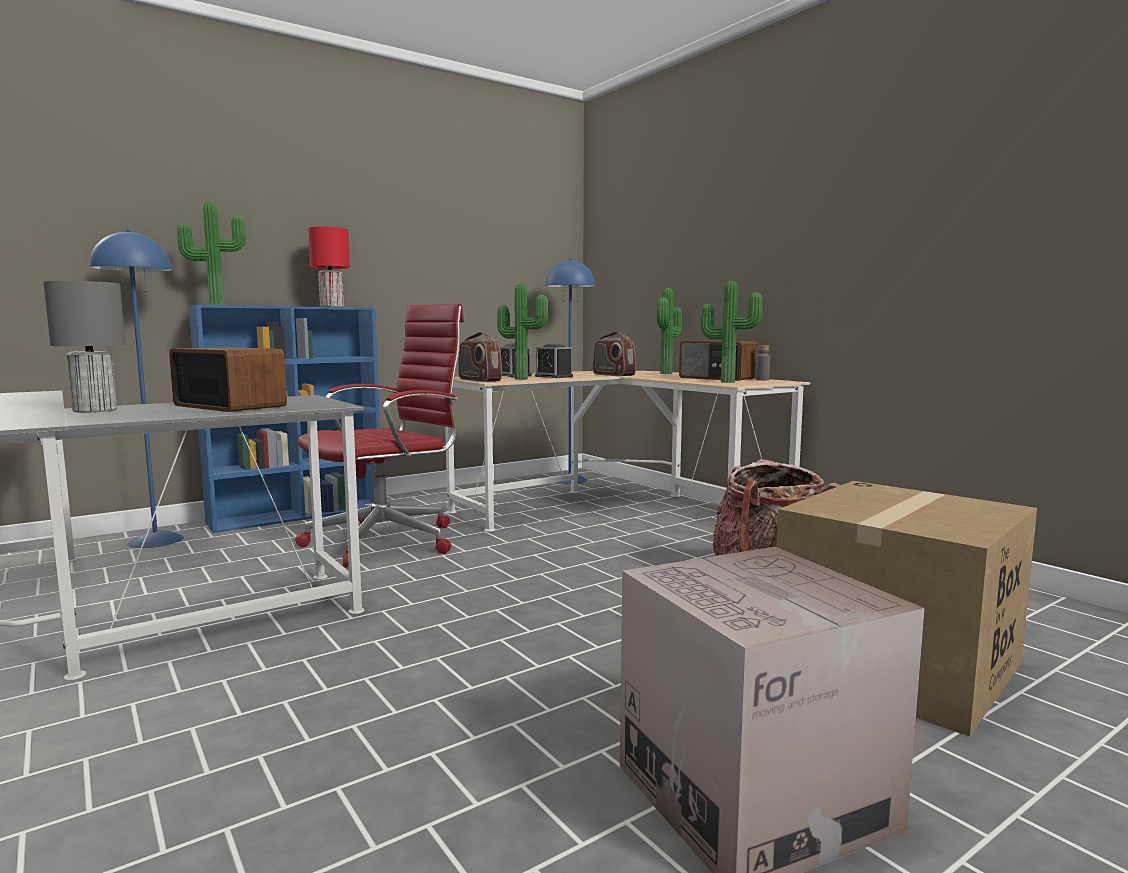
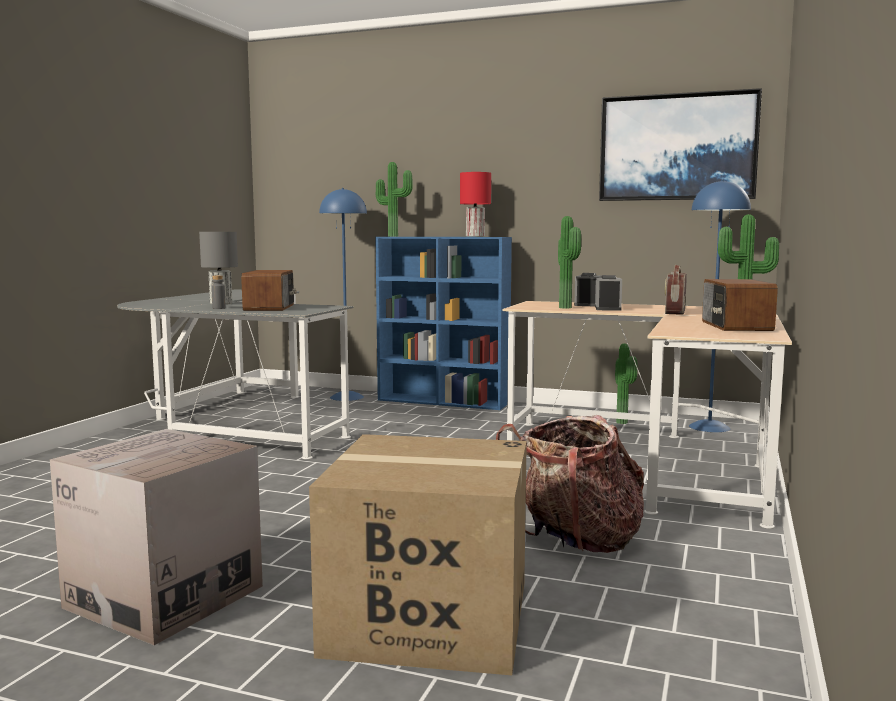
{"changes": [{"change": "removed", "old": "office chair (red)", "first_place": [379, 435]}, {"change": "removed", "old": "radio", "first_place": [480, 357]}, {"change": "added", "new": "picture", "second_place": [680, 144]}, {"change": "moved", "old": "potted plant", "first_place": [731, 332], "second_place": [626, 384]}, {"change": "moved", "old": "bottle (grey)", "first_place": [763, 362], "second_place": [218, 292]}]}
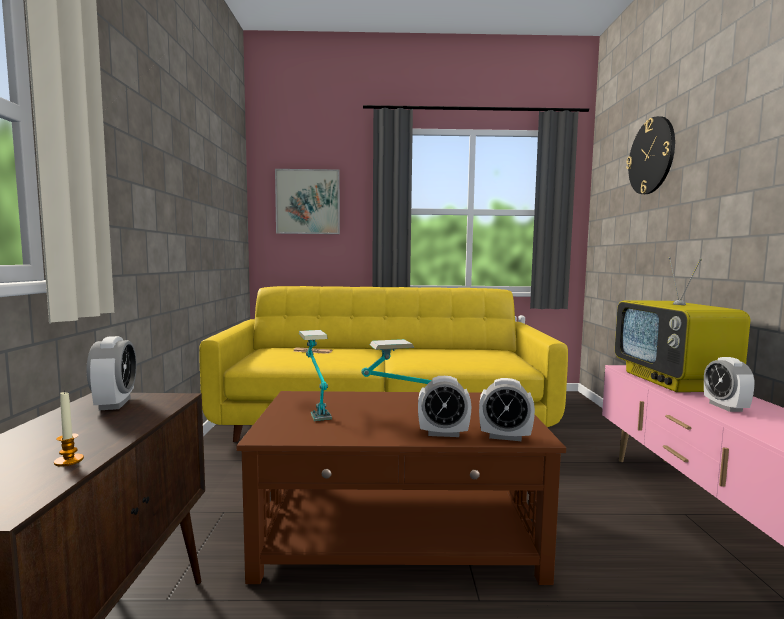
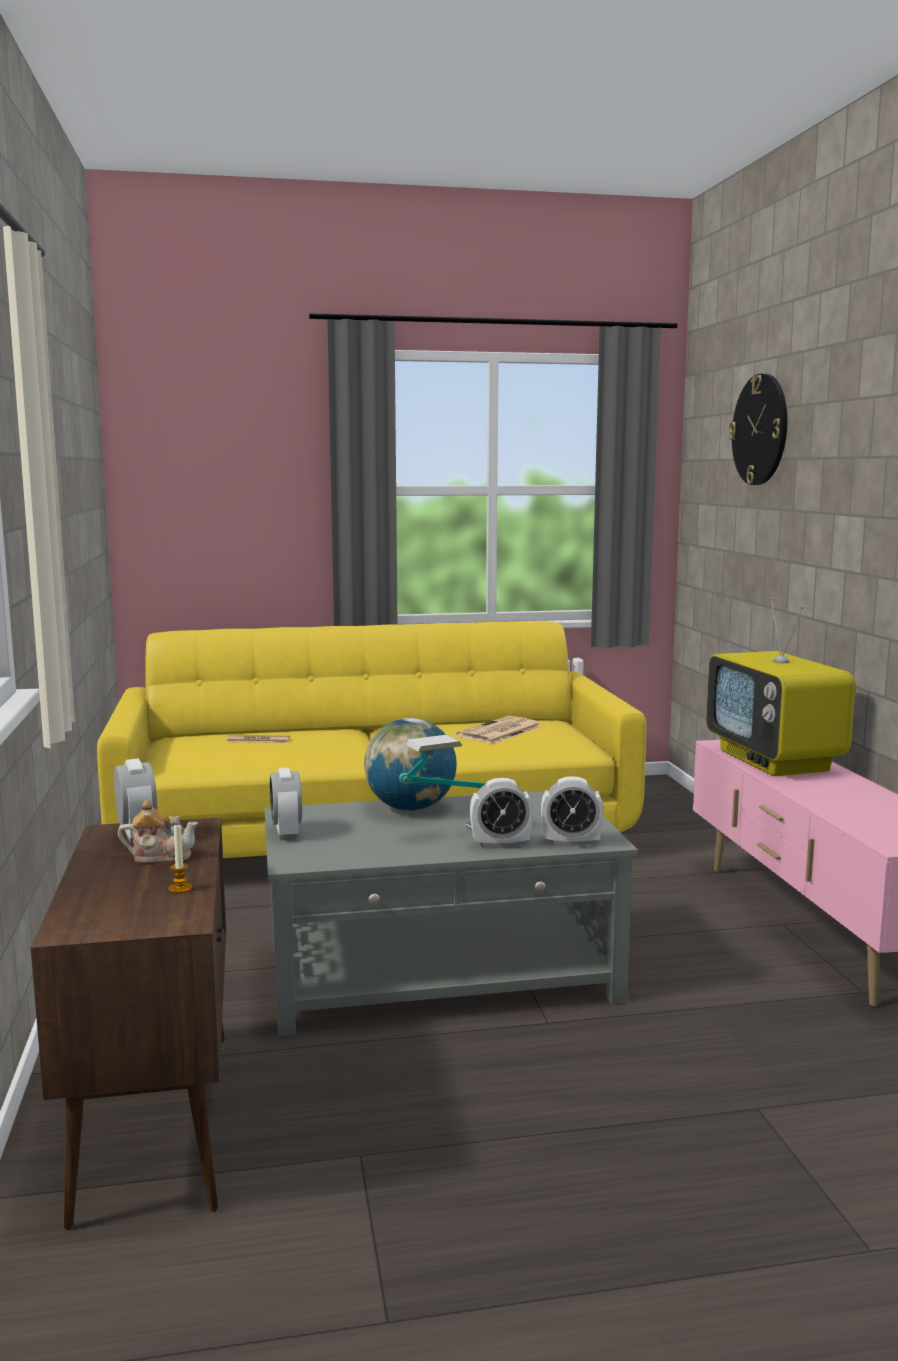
{"changes": [{"change": "removed", "old": "picture", "first_place": [307, 201]}, {"change": "removed", "old": "table lamp", "first_place": [315, 375]}, {"change": "added", "new": "teapot", "second_place": [158, 831]}, {"change": "added", "new": "globe", "second_place": [410, 764]}, {"change": "added", "new": "newspaper", "second_place": [499, 730]}, {"change": "moved", "old": "alarm clock", "first_place": [729, 384], "second_place": [286, 804]}, {"change": "recoloured", "old": "coffee table (brown)", "new": "coffee table (grey)", "first_place": [401, 488], "second_place": [451, 913]}]}
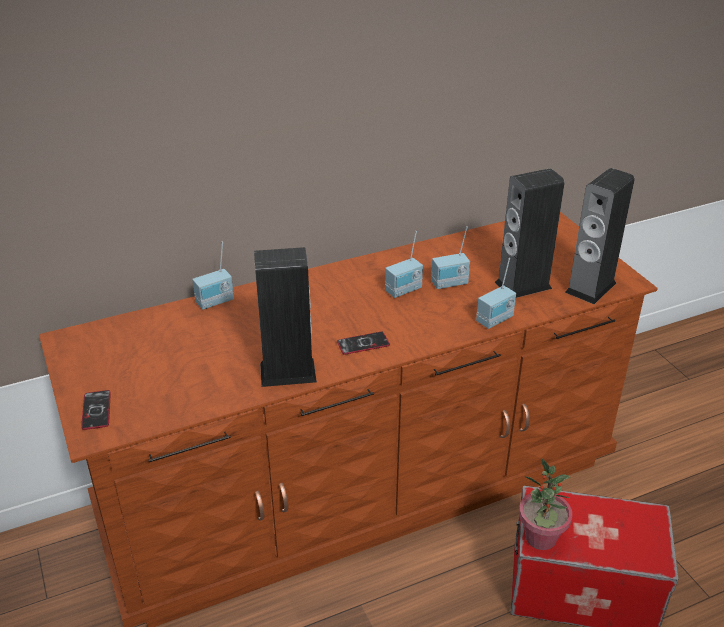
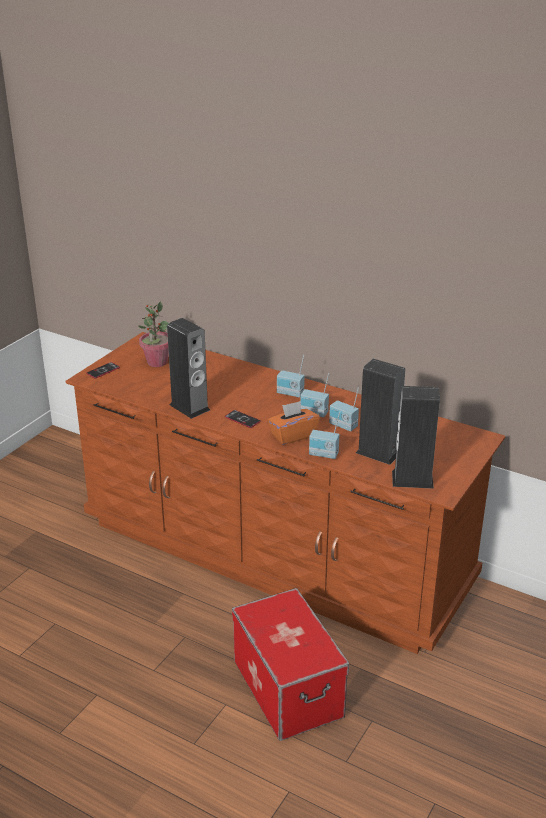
{"changes": [{"change": "added", "new": "tissue box (orange)", "second_place": [294, 423]}, {"change": "moved", "old": "radio", "first_place": [213, 276], "second_place": [291, 376]}, {"change": "moved", "old": "potted plant", "first_place": [545, 504], "second_place": [153, 334]}]}
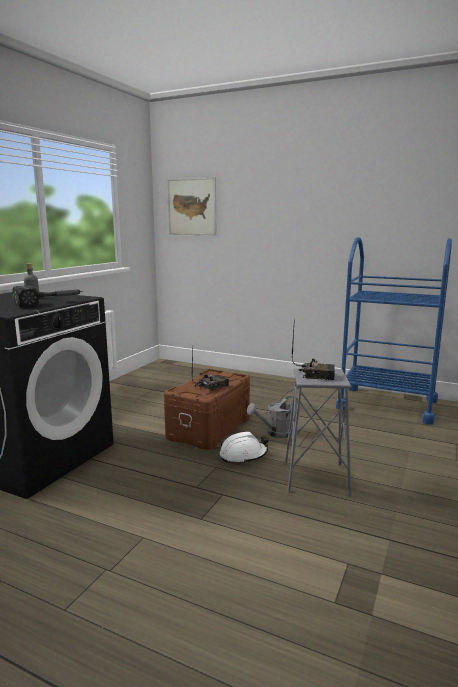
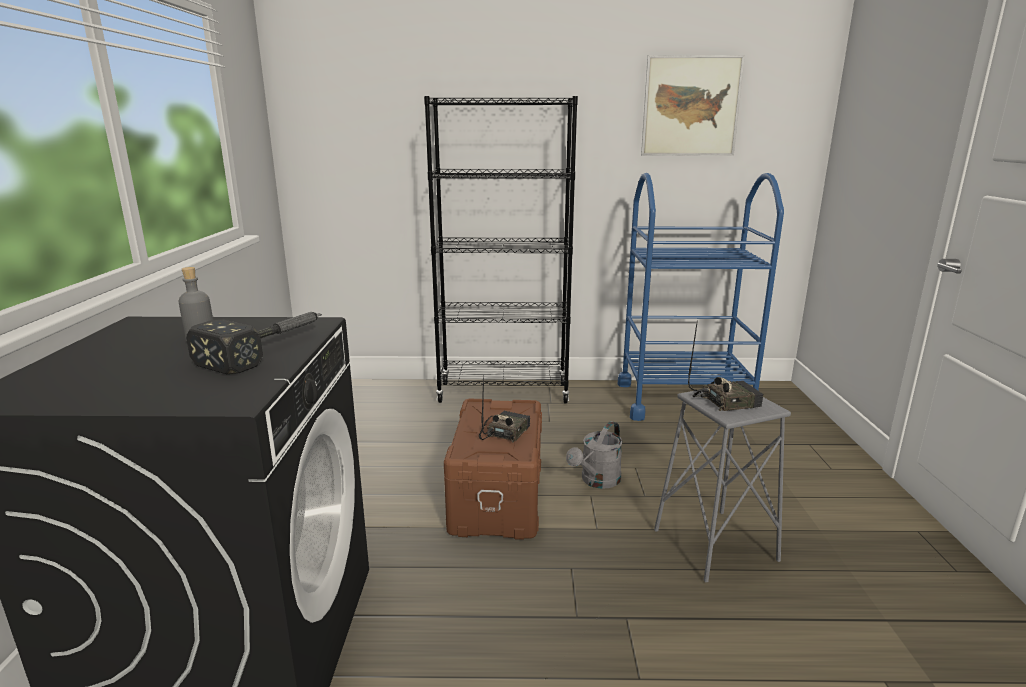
{"changes": [{"change": "removed", "old": "hard hat (white)", "first_place": [244, 448]}, {"change": "added", "new": "bookcase (black)", "second_place": [501, 249]}, {"change": "moved", "old": "picture", "first_place": [191, 206], "second_place": [693, 105]}]}
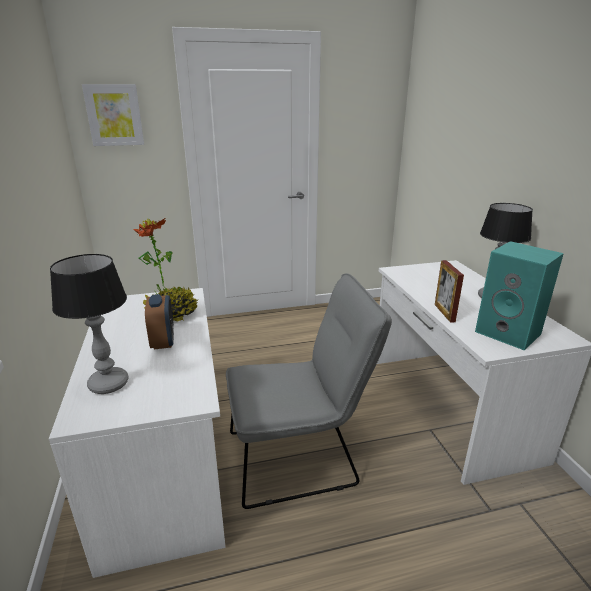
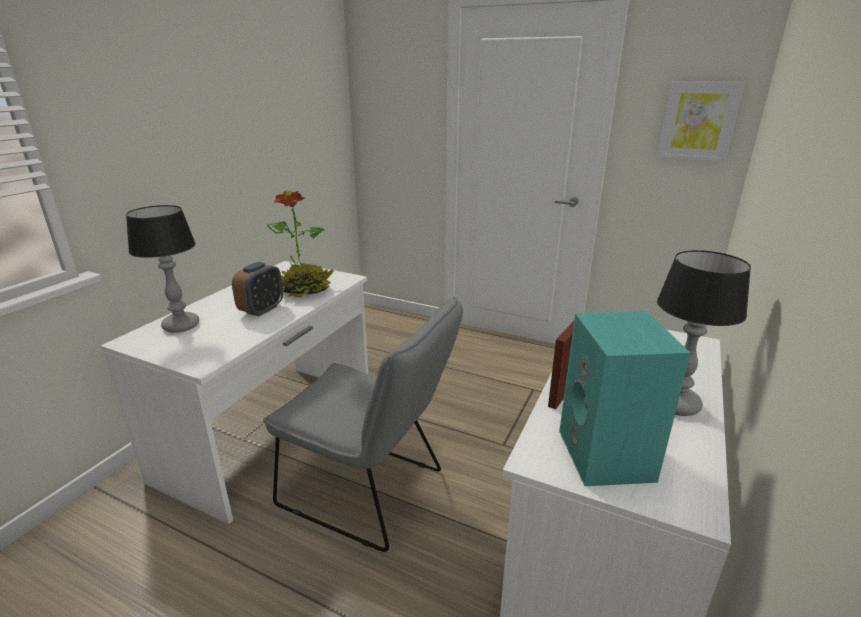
{"changes": [{"change": "moved", "old": "picture", "first_place": [113, 115], "second_place": [701, 121]}]}
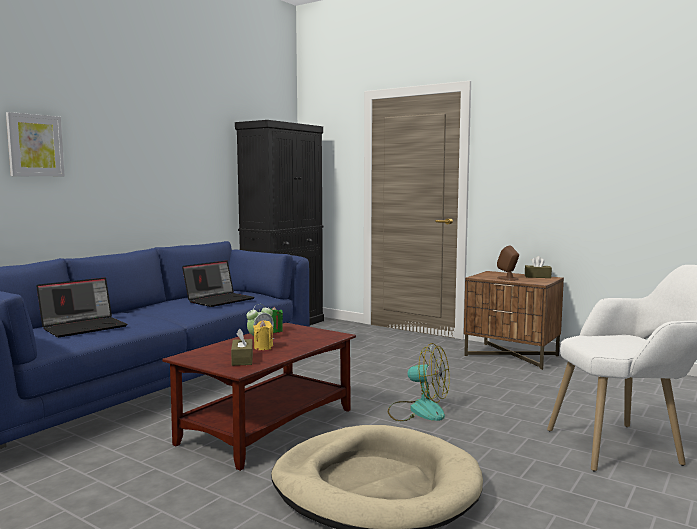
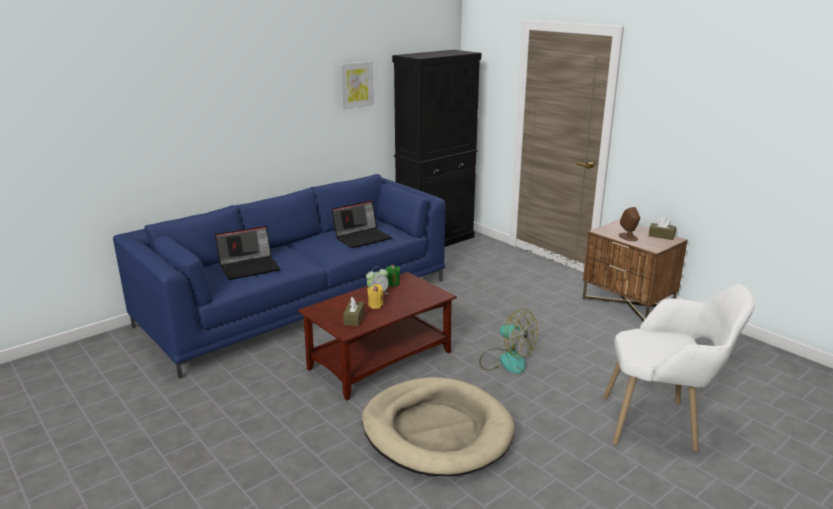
{"changes": [{"change": "moved", "old": "picture", "first_place": [35, 144], "second_place": [356, 85]}]}
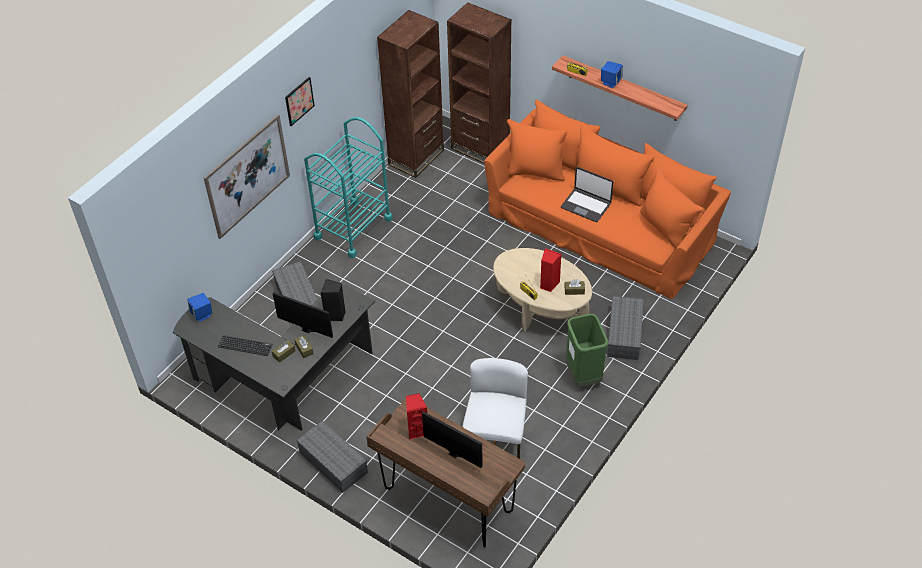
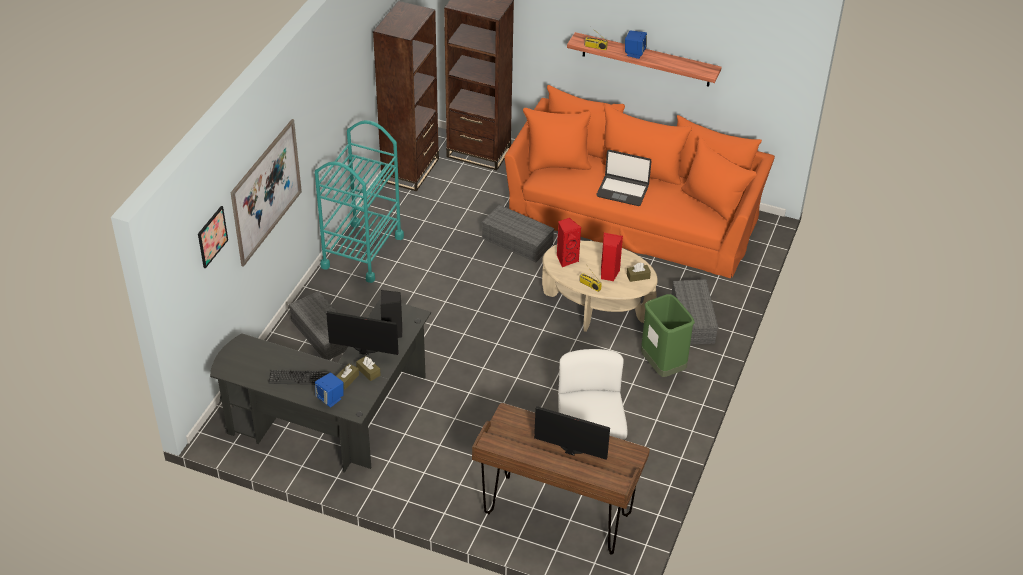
{"changes": [{"change": "moved", "old": "speaker (blue)", "first_place": [199, 307], "second_place": [329, 390]}, {"change": "moved", "old": "picture", "first_place": [300, 101], "second_place": [213, 237]}, {"change": "moved", "old": "storage box (grey)", "first_place": [332, 456], "second_place": [518, 233]}, {"change": "moved", "old": "speaker (red)", "first_place": [416, 416], "second_place": [569, 242]}]}
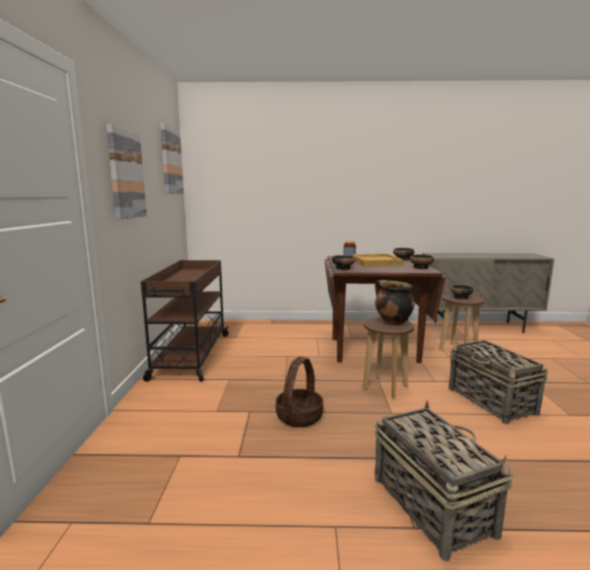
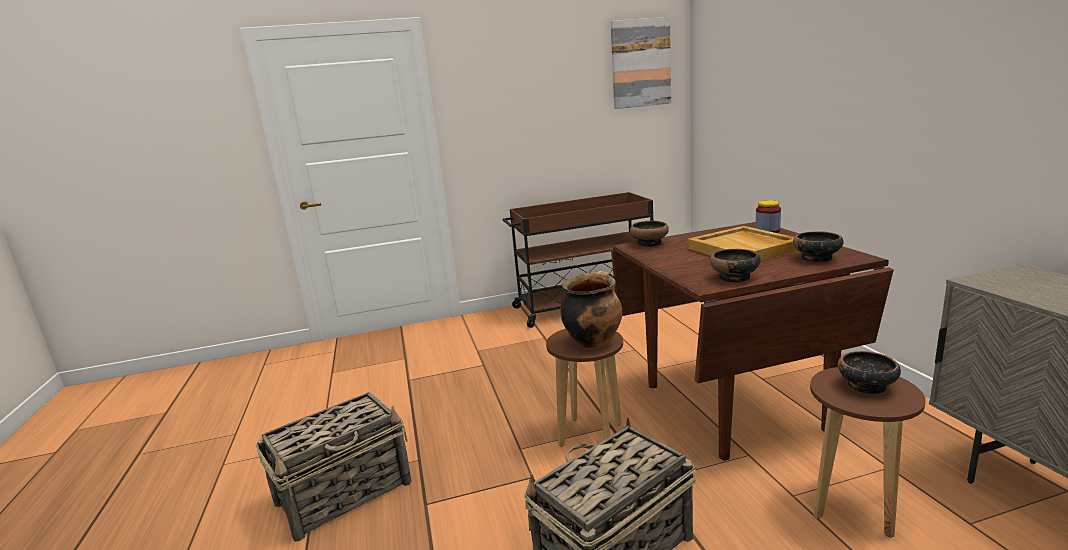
{"changes": [{"change": "removed", "old": "picture", "first_place": [126, 172]}, {"change": "removed", "old": "basket", "first_place": [299, 392]}]}
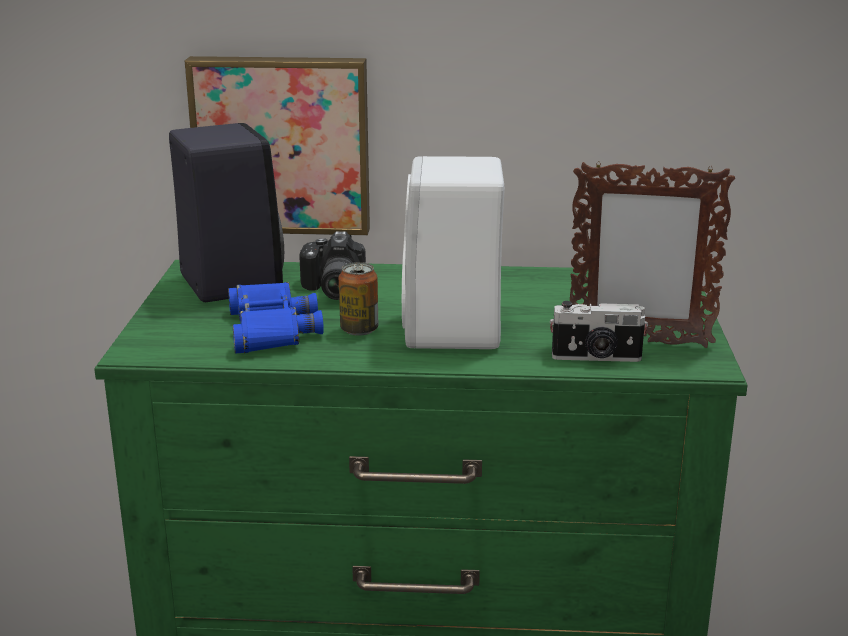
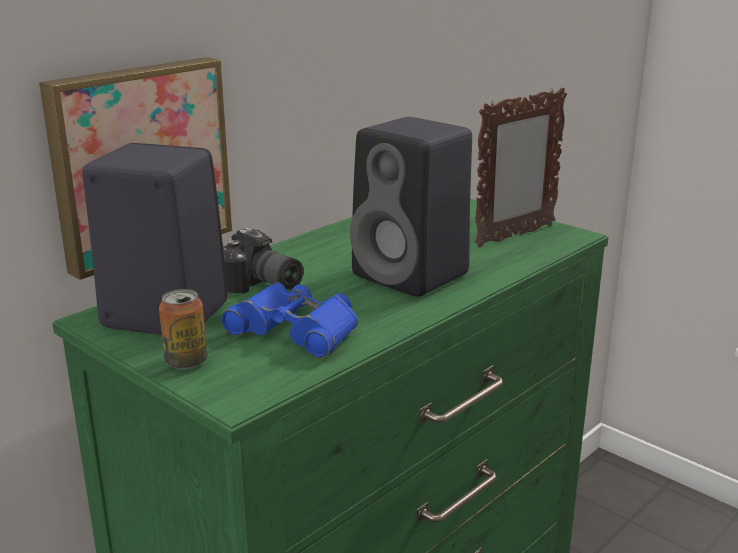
{"changes": [{"change": "removed", "old": "photo camera", "first_place": [599, 331]}, {"change": "moved", "old": "can", "first_place": [358, 299], "second_place": [183, 329]}, {"change": "recoloured", "old": "speaker (white)", "new": "speaker (black)", "first_place": [453, 252], "second_place": [411, 207]}]}
